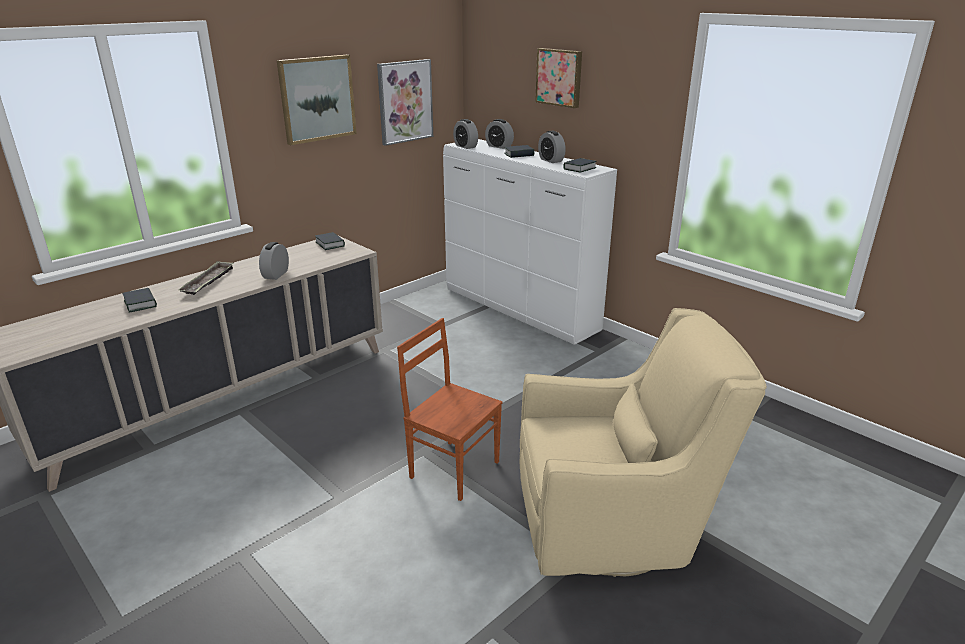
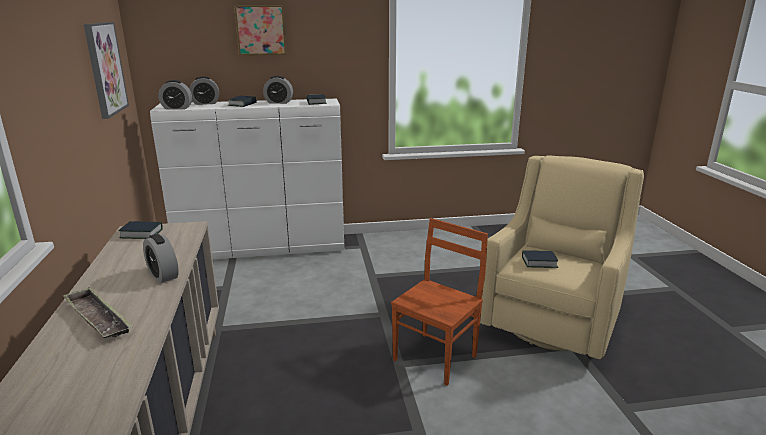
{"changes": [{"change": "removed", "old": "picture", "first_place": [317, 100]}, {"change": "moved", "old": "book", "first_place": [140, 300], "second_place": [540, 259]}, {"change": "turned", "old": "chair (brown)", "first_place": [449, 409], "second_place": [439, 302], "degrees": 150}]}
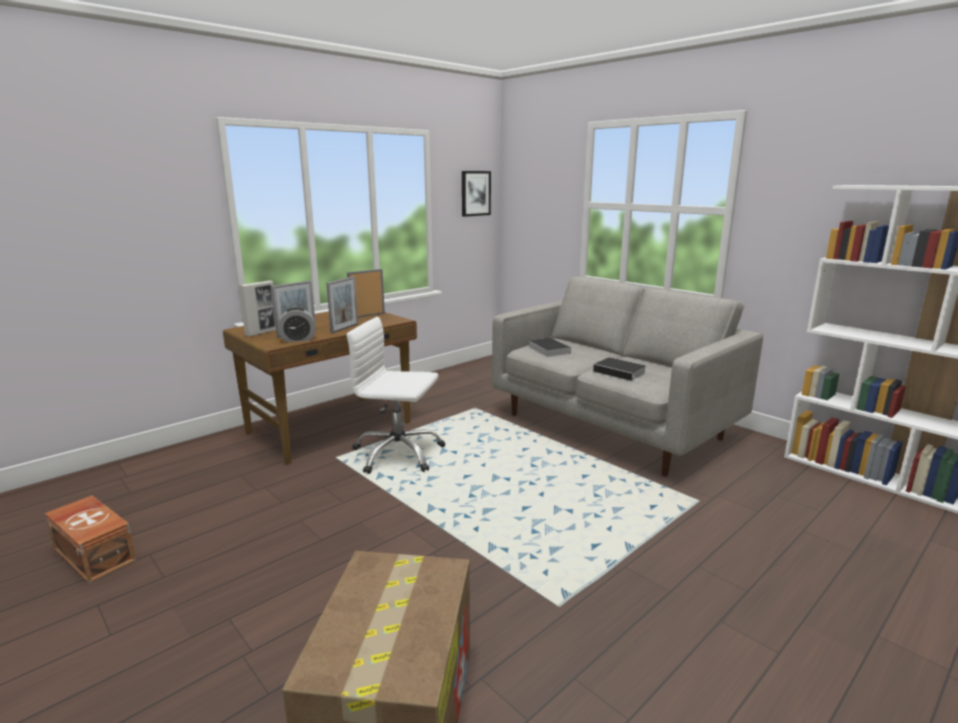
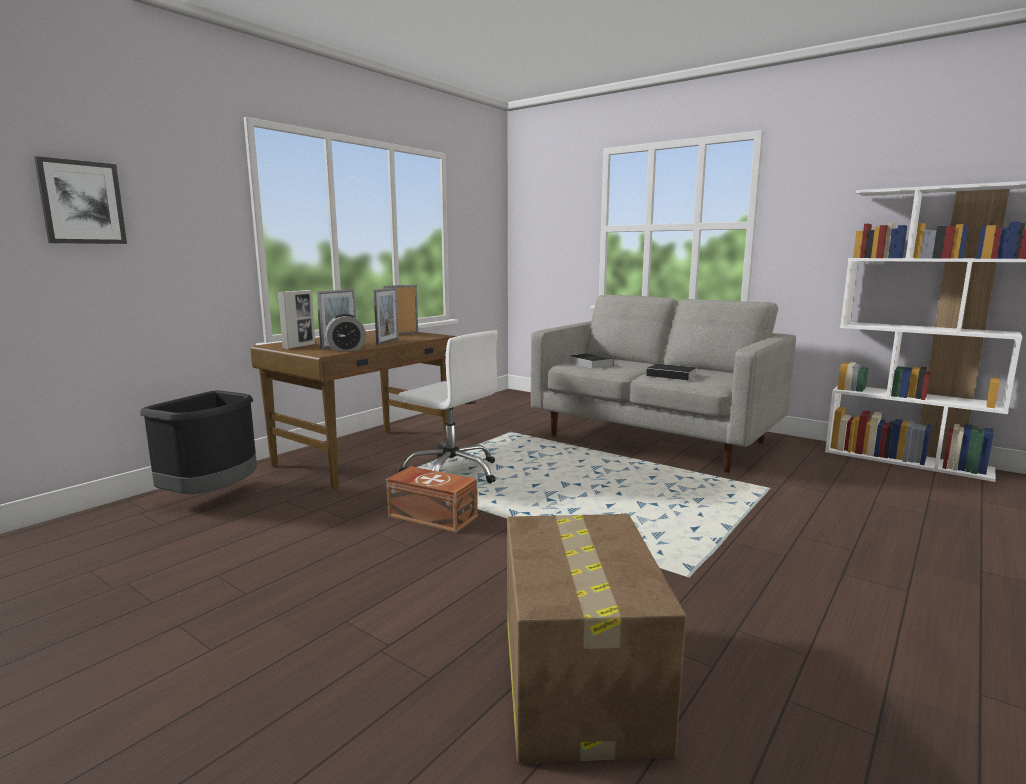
{"changes": [{"change": "added", "new": "trash can (black)", "second_place": [198, 442]}, {"change": "moved", "old": "storage box (brown)", "first_place": [91, 539], "second_place": [432, 499]}, {"change": "moved", "old": "picture", "first_place": [476, 194], "second_place": [80, 200]}, {"change": "turned", "old": "office chair (white)", "first_place": [395, 395], "second_place": [448, 407], "degrees": -150}]}
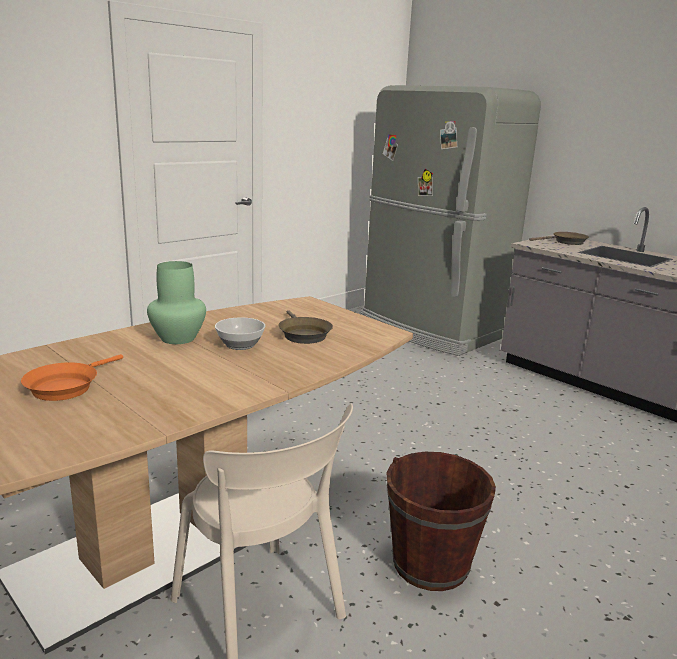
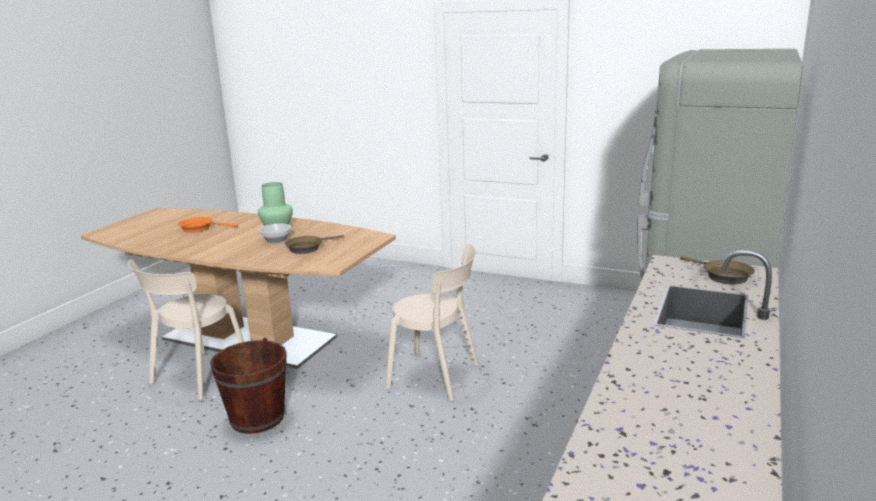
{"changes": [{"change": "added", "new": "chair (beige)", "second_place": [432, 322]}]}
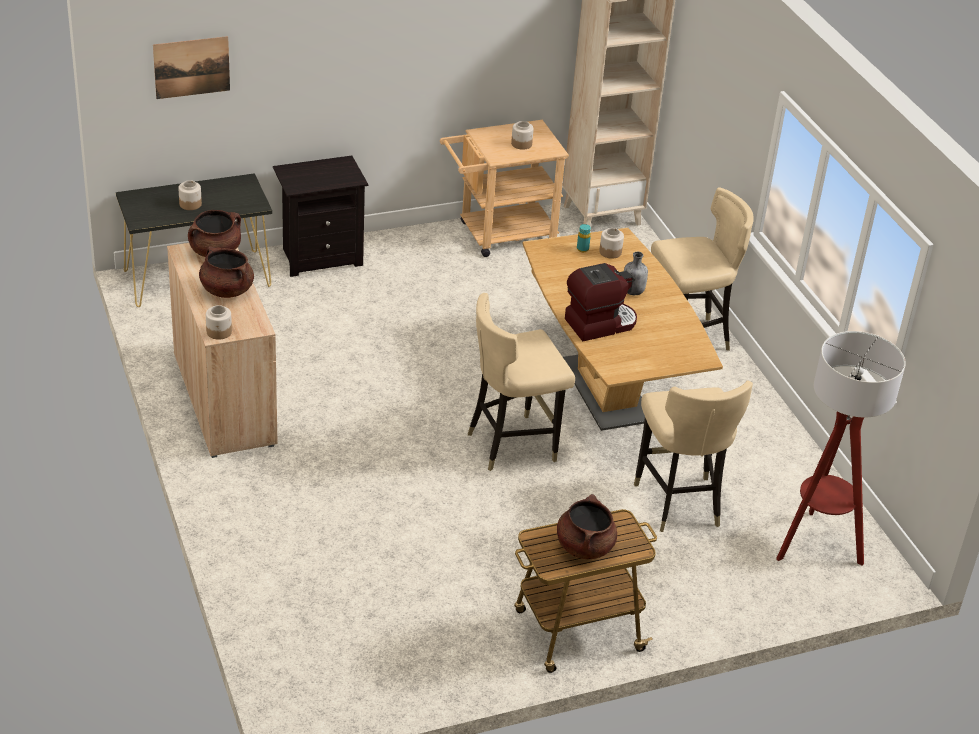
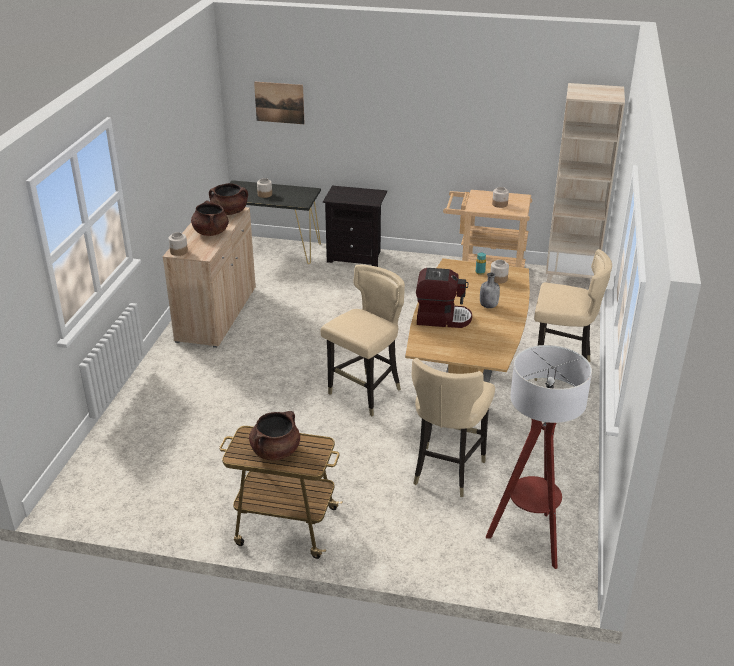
{"changes": [{"change": "turned", "old": "chair (beige)", "first_place": [521, 382], "second_place": [362, 340], "degrees": 120}]}
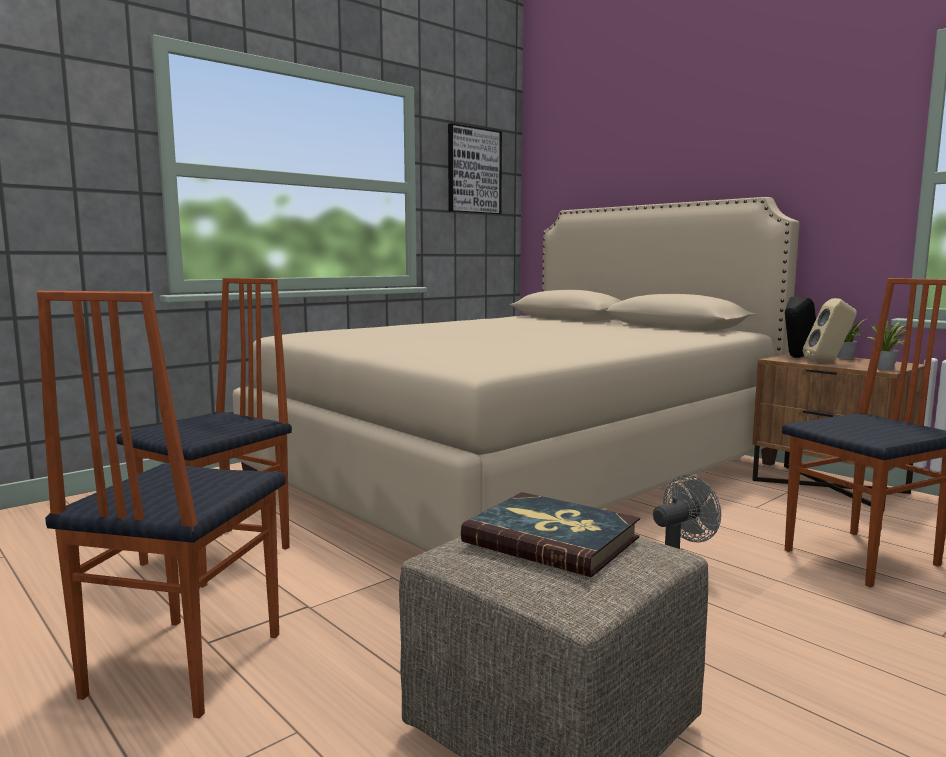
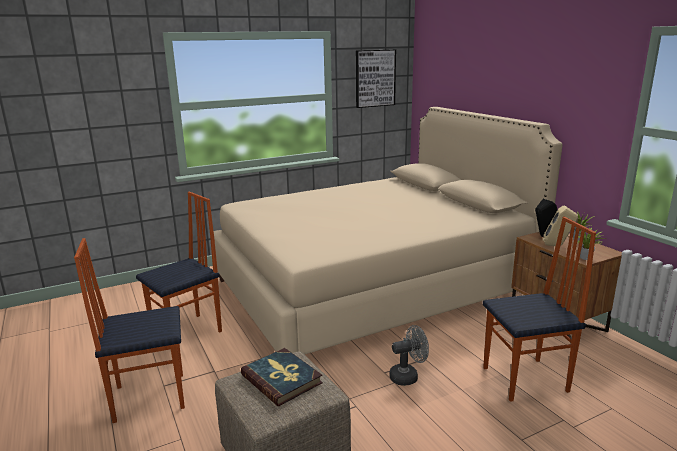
{"changes": [{"change": "turned", "old": "chair", "first_place": [161, 504], "second_place": [129, 330], "degrees": 45}]}
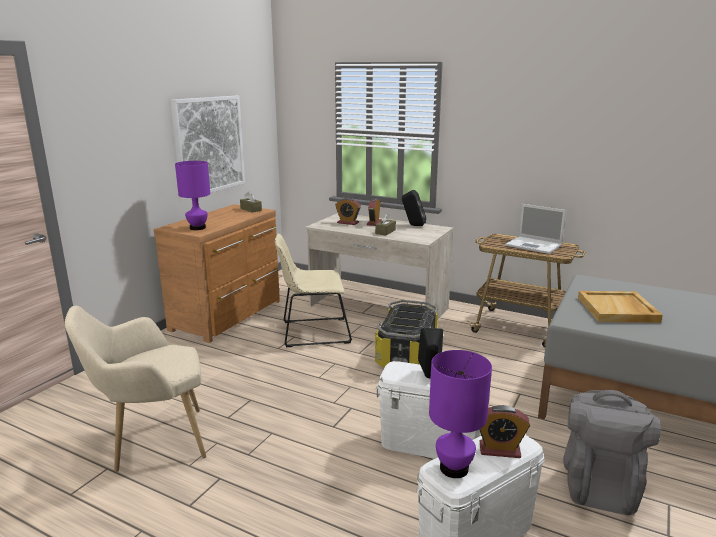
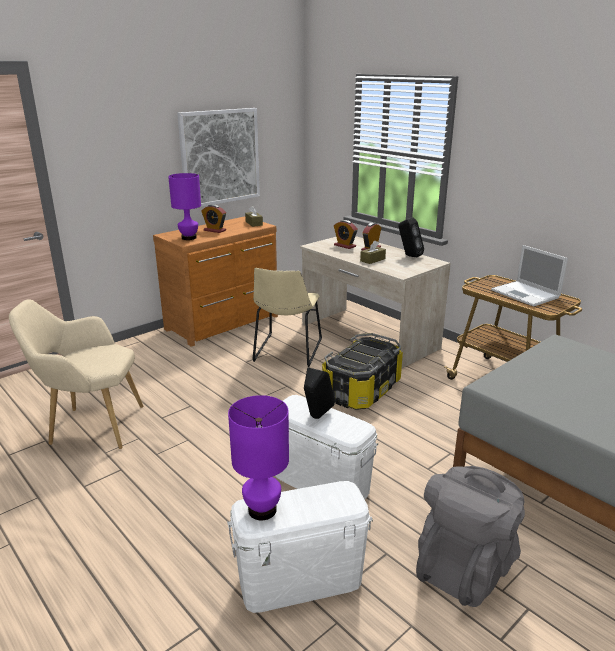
{"changes": [{"change": "removed", "old": "tray (beige)", "first_place": [620, 307]}, {"change": "moved", "old": "alarm clock", "first_place": [504, 431], "second_place": [213, 218]}, {"change": "turned", "old": "chair (beige)", "first_place": [313, 290], "second_place": [287, 317], "degrees": -90}]}
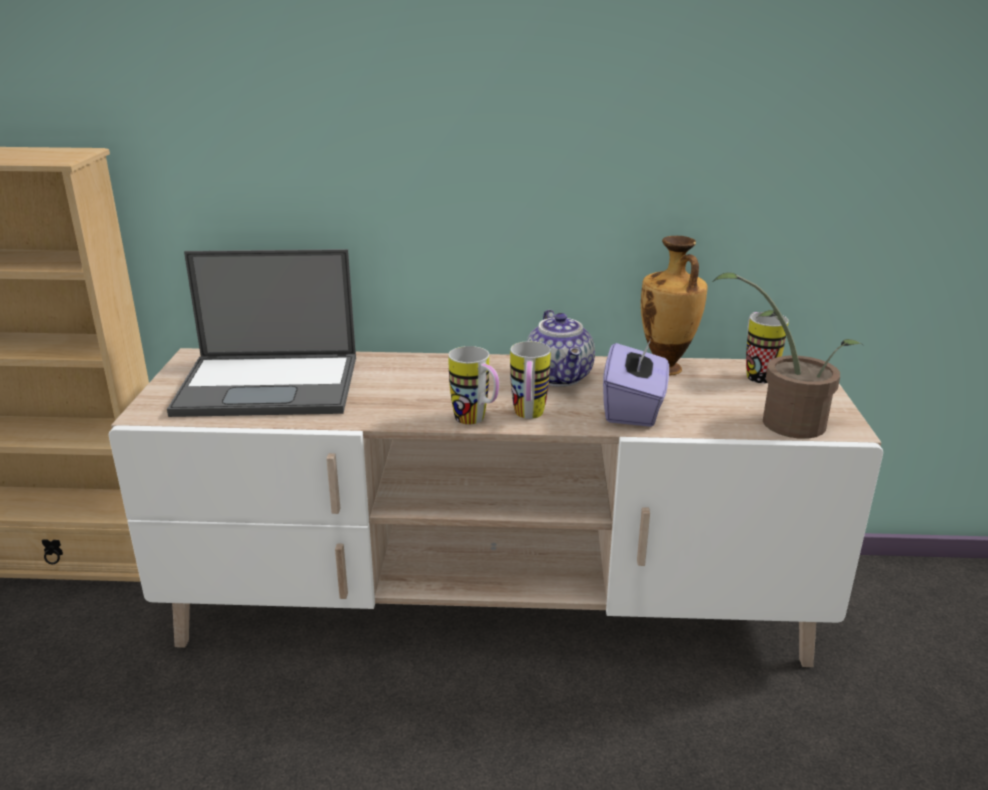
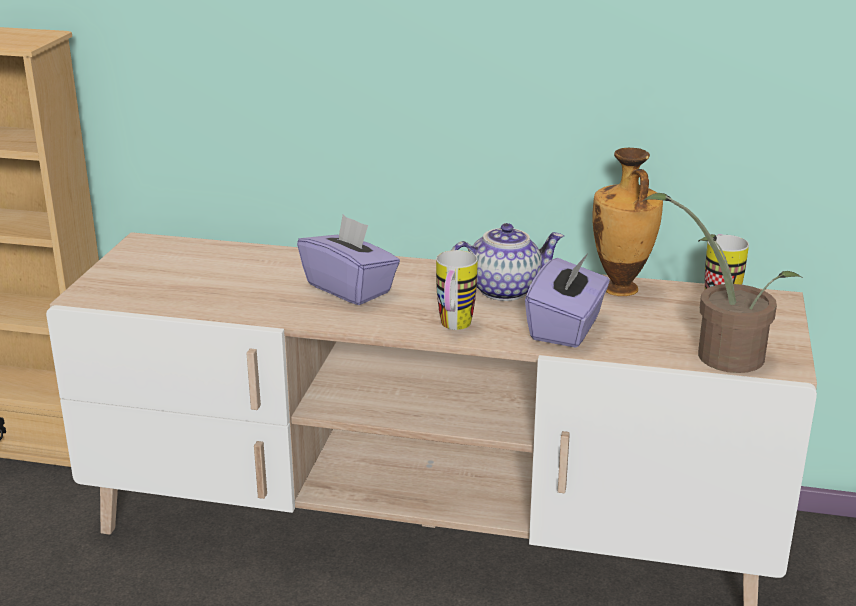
{"changes": [{"change": "removed", "old": "laptop", "first_place": [261, 333]}, {"change": "removed", "old": "mug", "first_place": [473, 385]}, {"change": "added", "new": "tissue box (purple)", "second_place": [348, 260]}, {"change": "turned", "old": "teapot", "first_place": [561, 348], "second_place": [508, 262], "degrees": -105}]}
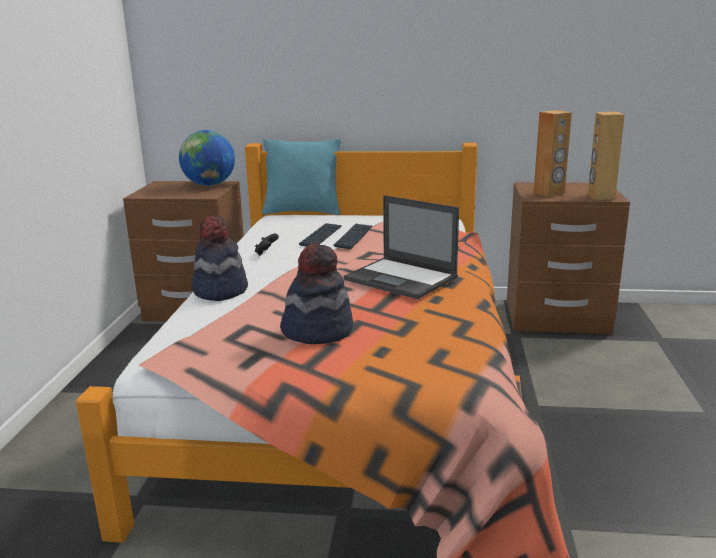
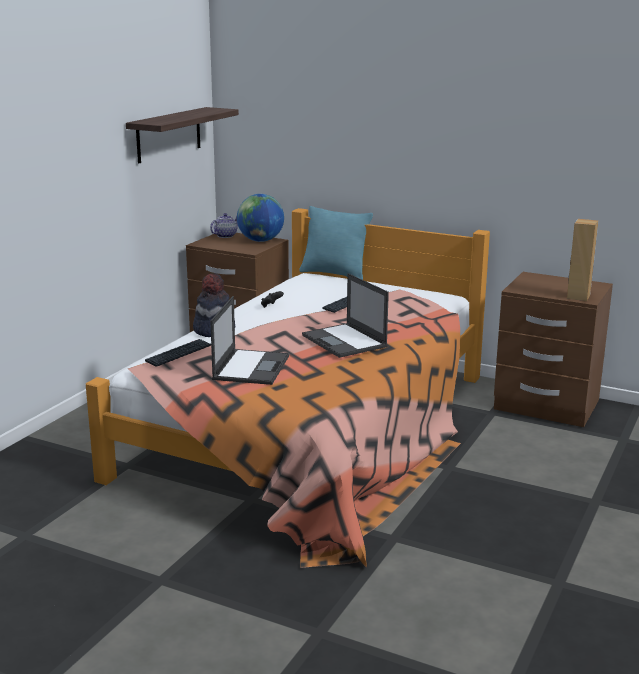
{"changes": [{"change": "removed", "old": "speaker (brown)", "first_place": [553, 153]}, {"change": "added", "new": "shelf", "second_place": [182, 135]}, {"change": "added", "new": "teapot", "second_place": [224, 225]}, {"change": "moved", "old": "keyboard", "first_place": [320, 235], "second_place": [178, 353]}, {"change": "replaced", "old": "hat", "new": "laptop", "first_place": [316, 293], "second_place": [249, 340]}]}
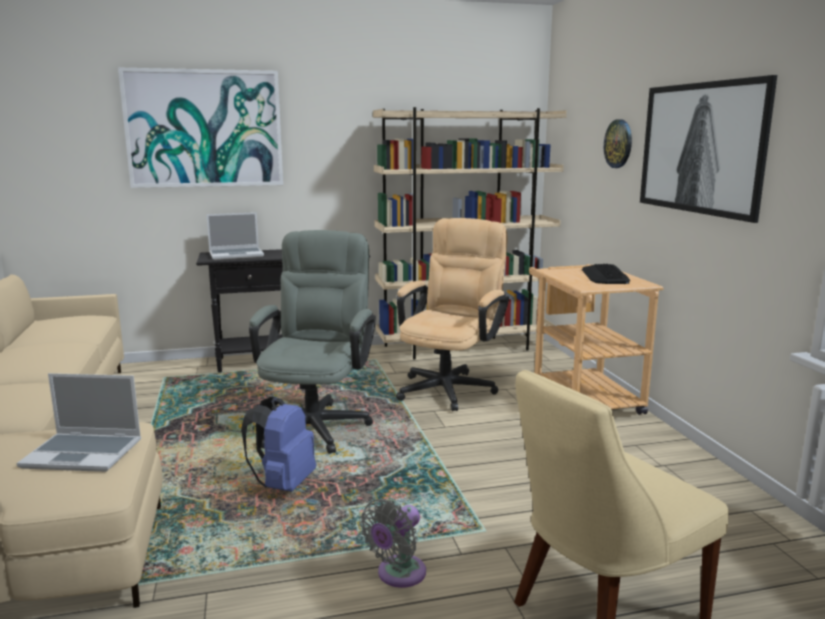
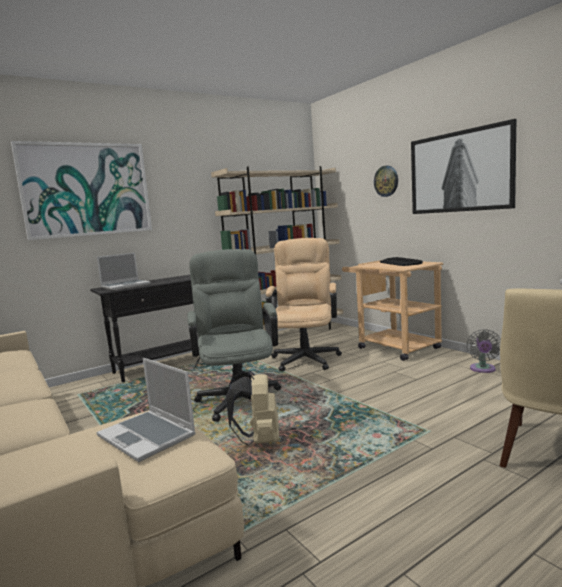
{"changes": [{"change": "moved", "old": "fan (grey)", "first_place": [393, 543], "second_place": [483, 351]}, {"change": "recoloured", "old": "backpack (blue)", "new": "backpack (beige)", "first_place": [278, 444], "second_place": [252, 407]}, {"change": "turned", "old": "laptop", "first_place": [79, 422], "second_place": [146, 410], "degrees": 60}]}
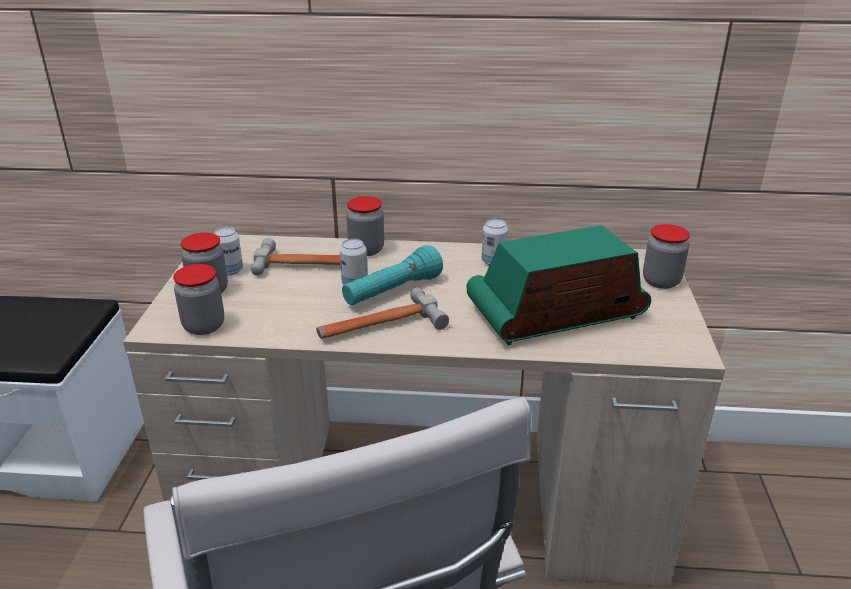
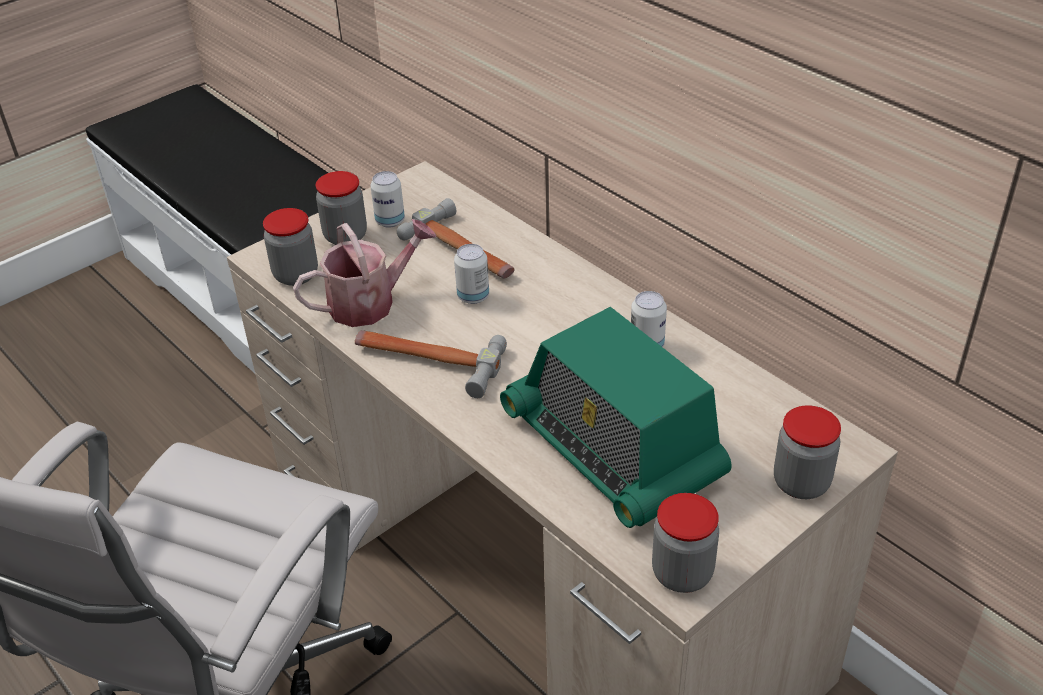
{"changes": [{"change": "removed", "old": "flashlight (turquoise)", "first_place": [392, 275]}, {"change": "added", "new": "watering can", "second_place": [364, 273]}, {"change": "moved", "old": "jar", "first_place": [365, 226], "second_place": [685, 543]}, {"change": "turned", "old": "radio", "first_place": [558, 285], "second_place": [616, 417], "degrees": -150}]}
